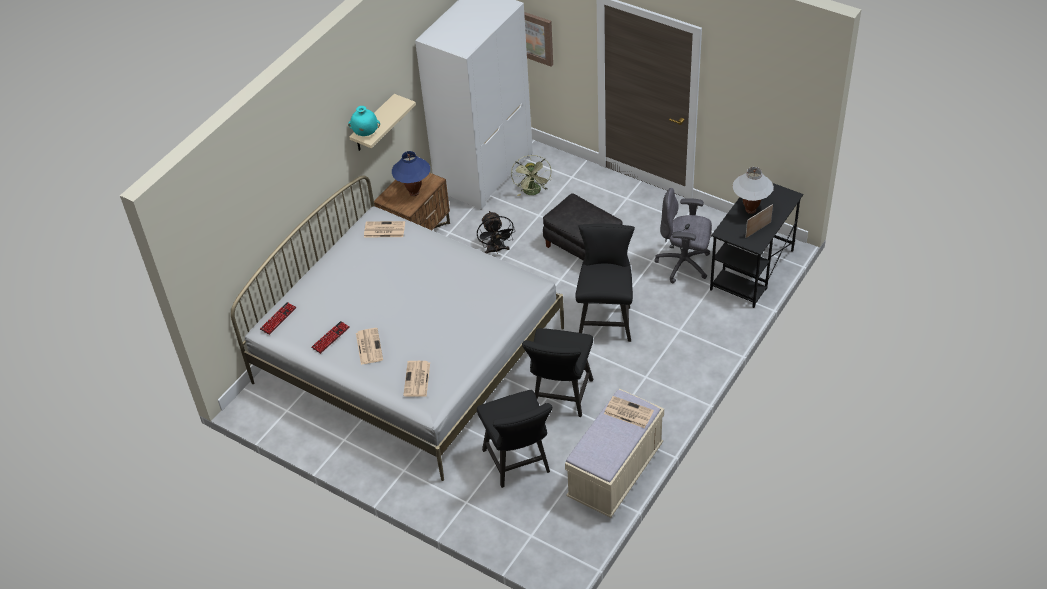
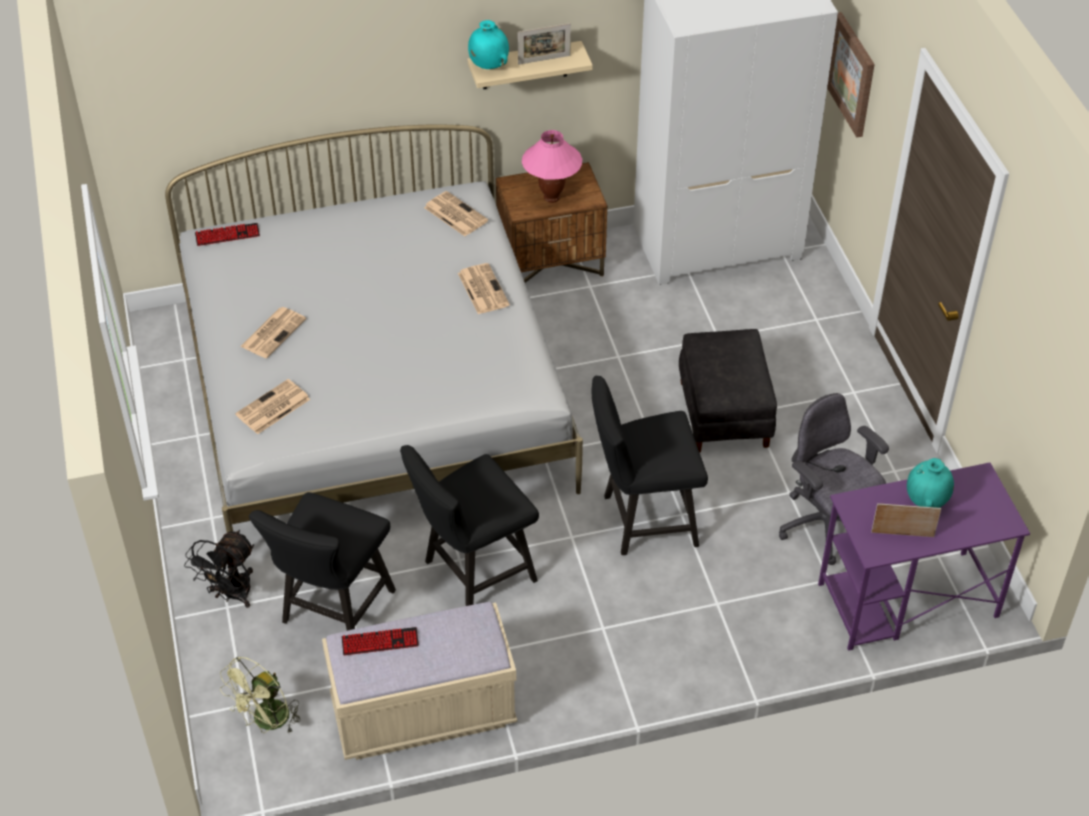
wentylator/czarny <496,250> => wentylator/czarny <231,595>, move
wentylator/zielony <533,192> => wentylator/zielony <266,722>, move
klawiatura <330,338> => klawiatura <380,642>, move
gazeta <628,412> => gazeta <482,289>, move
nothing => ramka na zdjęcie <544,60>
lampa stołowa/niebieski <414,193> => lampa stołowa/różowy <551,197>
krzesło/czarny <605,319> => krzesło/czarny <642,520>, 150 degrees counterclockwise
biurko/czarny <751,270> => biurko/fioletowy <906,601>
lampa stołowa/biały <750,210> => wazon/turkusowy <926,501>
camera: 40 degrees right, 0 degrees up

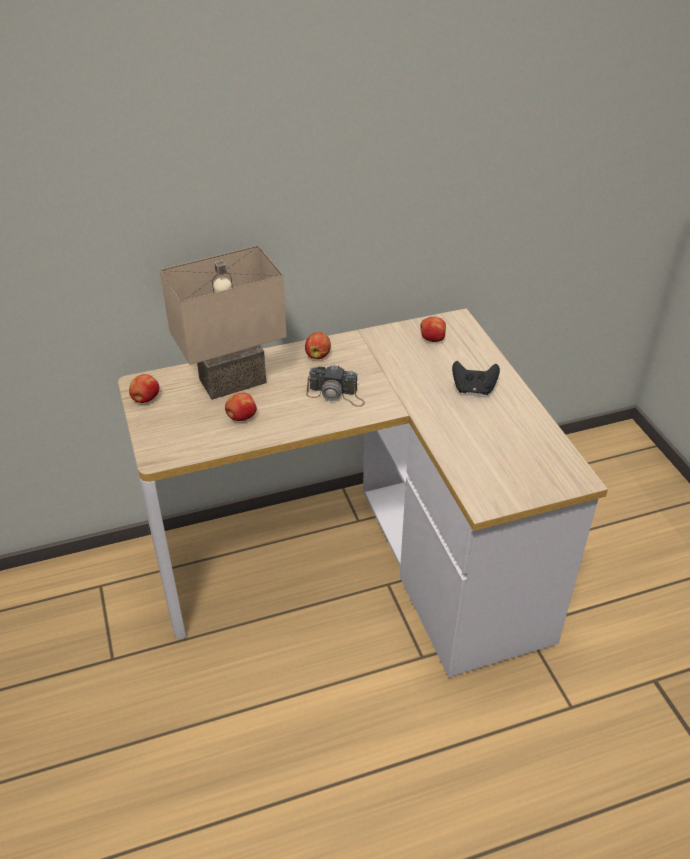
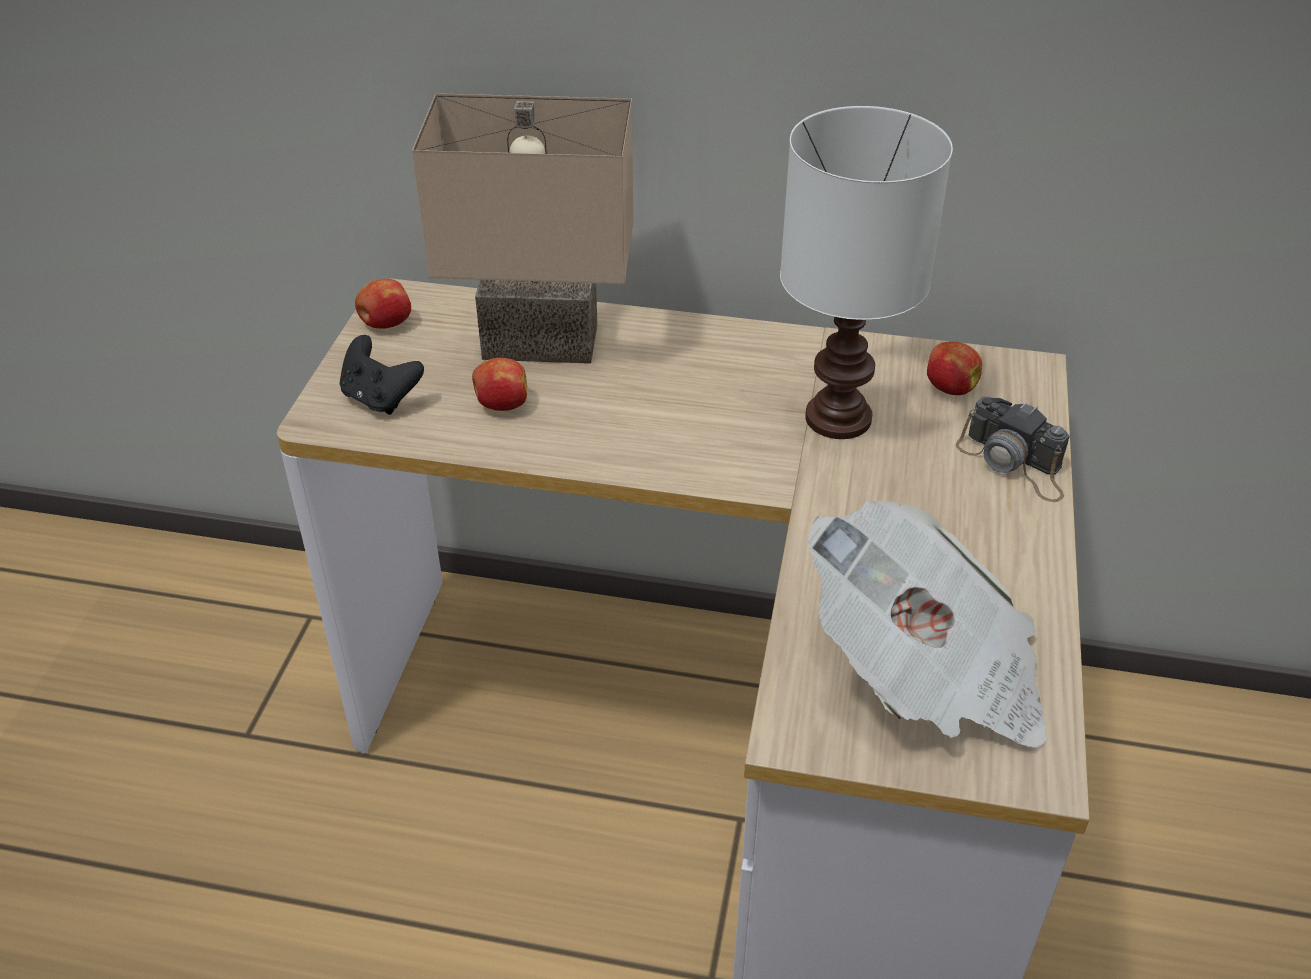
pad do gier/czarny <473,389> => pad do gier/czarny <380,398>, move
nothing => lampa stołowa/biały <836,417>
nothing => gazeta <926,672>
aparat fotograficzny <336,395> => aparat fotograficzny <1014,463>, move
jabłko <318,355> => nothing
camera: 30 degrees right, 0 degrees up

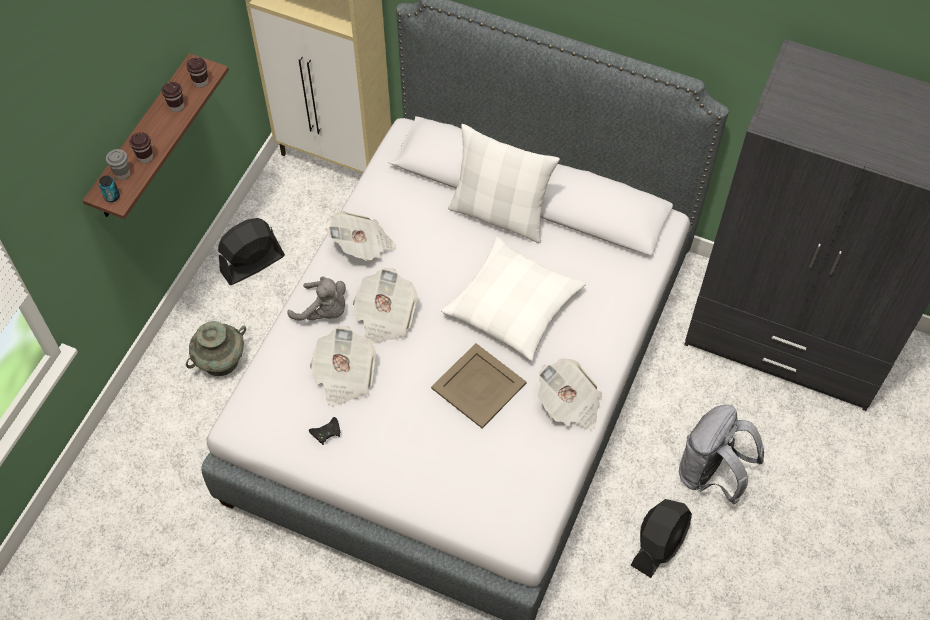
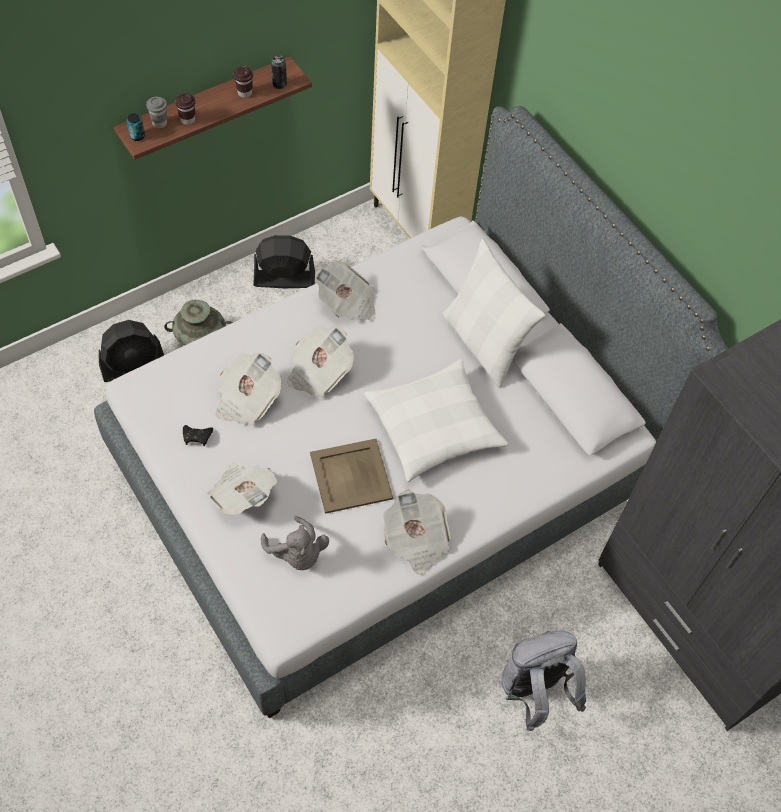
wentylator/czarny <659,544> => wentylator/czarny <133,365>, move
nothing => gazeta <243,495>
pluszak/szary <324,311> => pluszak/szary <297,554>, move
filiżanka/brązowy <201,82> => puszka <279,84>
camera: 30 degrees right, 0 degrees up

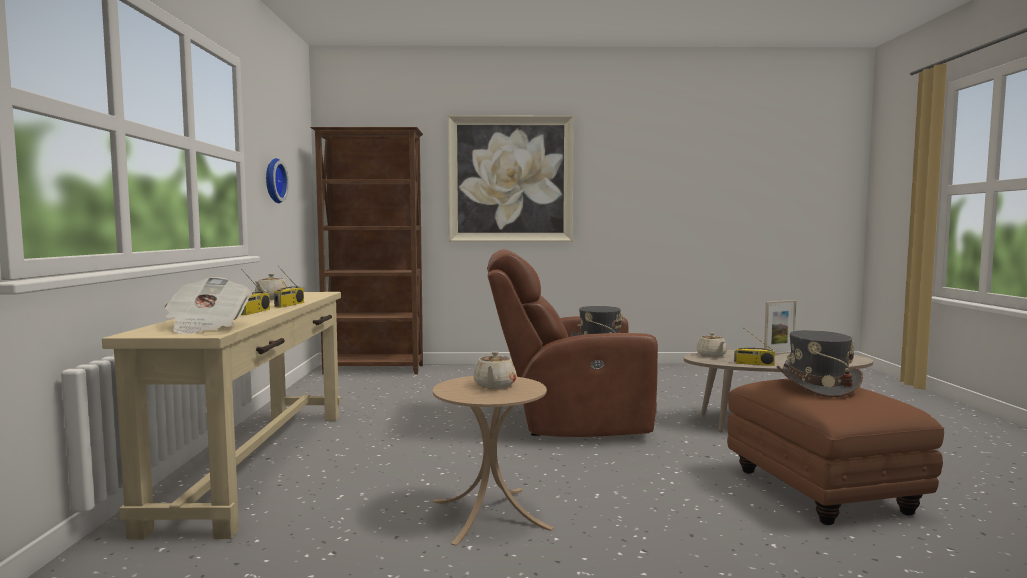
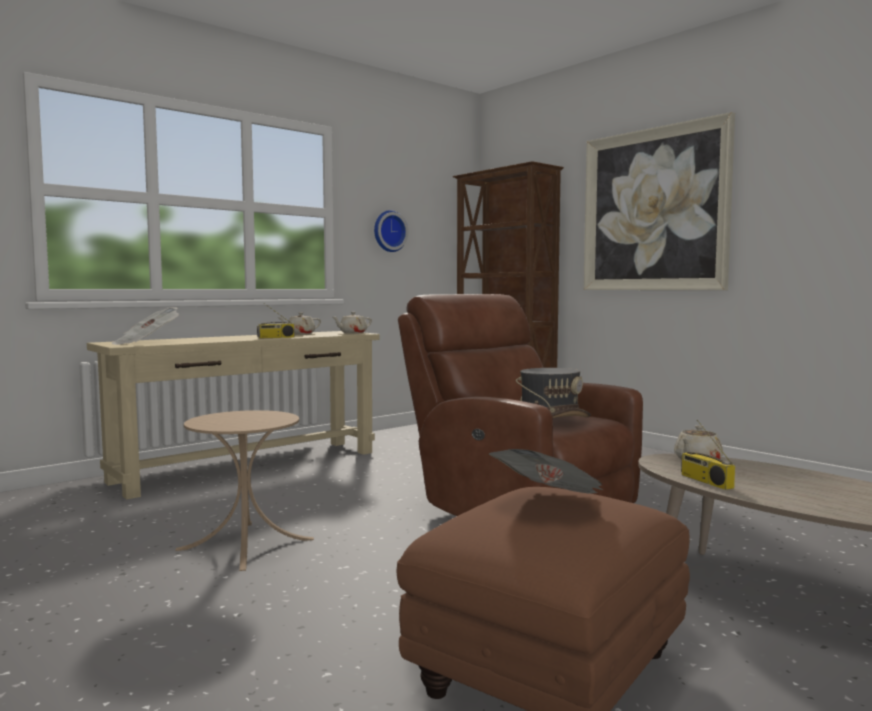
imbryk/beżowy <494,385> => imbryk/beżowy <352,333>, move
kapelusz/szary <817,386> => gazeta <550,504>
radio <254,312> => nothing
ramka na zdjęcie <779,354> => nothing
camera: 50 degrees right, 0 degrees up

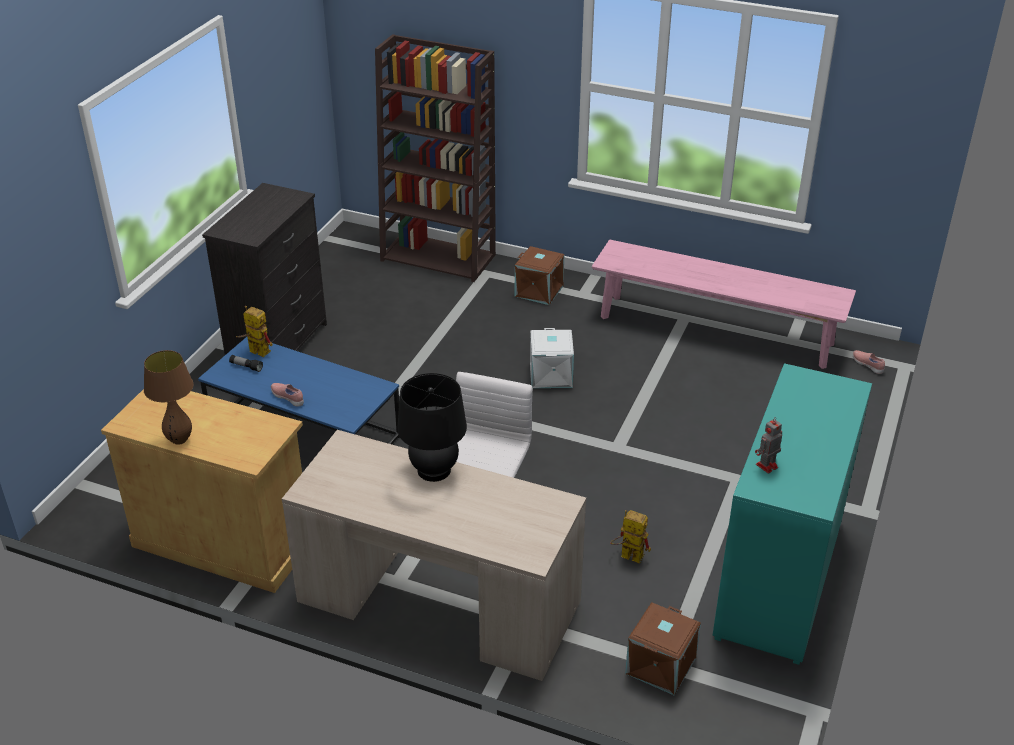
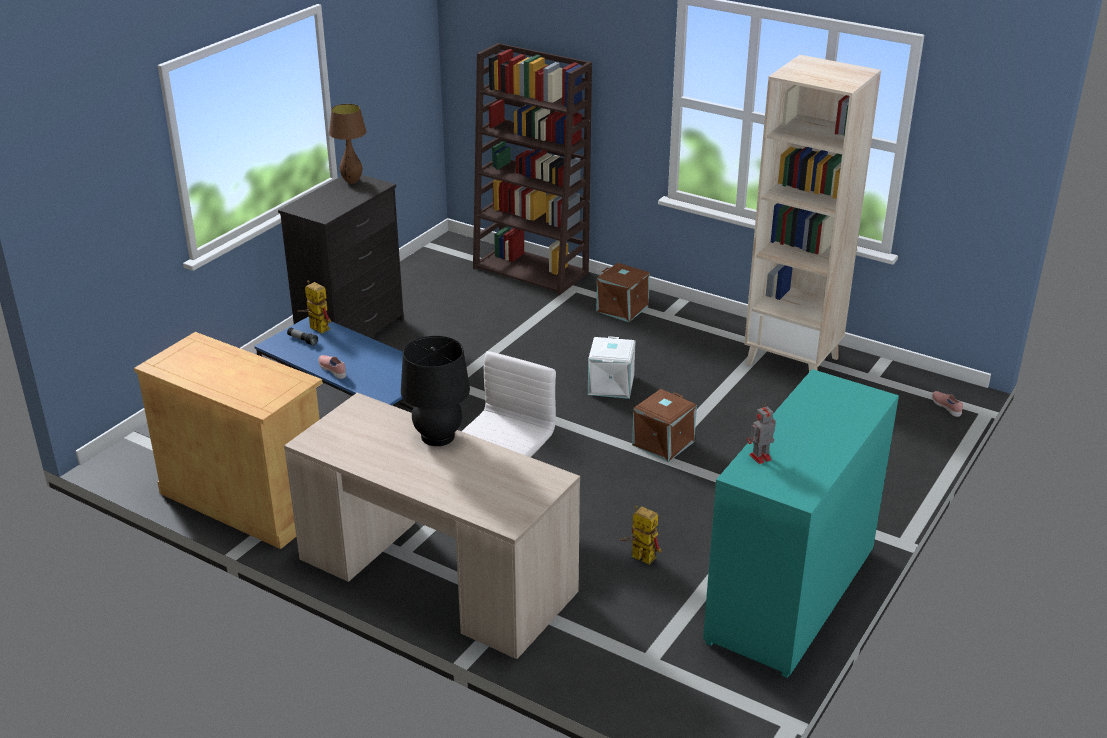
lampa stołowa/brązowy <179,440> => lampa stołowa/brązowy <352,181>, move
pojemnik do przechowywania/brązowy <661,666> => pojemnik do przechowywania/brązowy <663,444>, move
ławka/różowy <715,331> => regał/beżowy <793,361>
camera: 10 degrees right, 5 degrees down

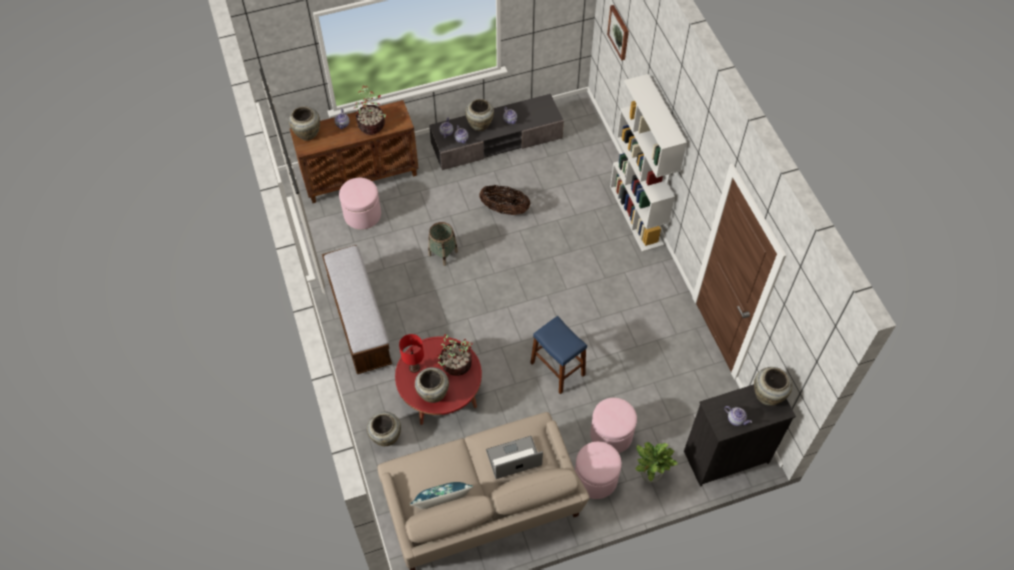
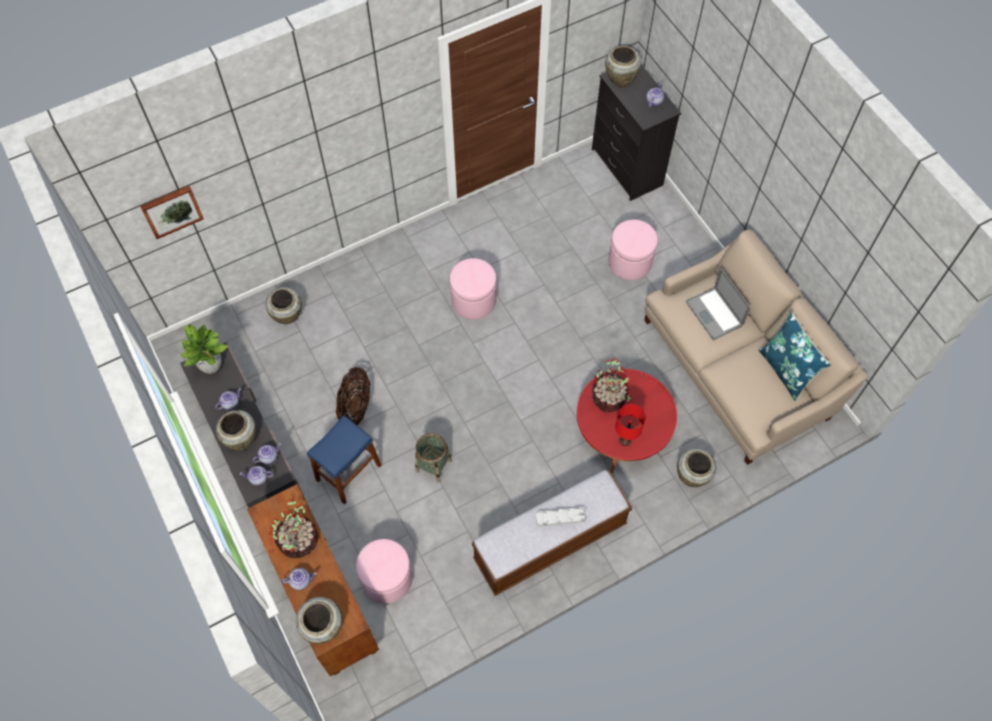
roślina doniczkowa <650,475> => roślina doniczkowa <212,366>, move
wazon/beżowy <432,393> => wazon/beżowy <287,316>, move
stołek/niebieski <557,369> => stołek/niebieski <348,472>, move
pufa/różowy <595,479> => pufa/różowy <473,300>, move
nothing => taca/szary <560,518>
regał/biały <637,216> => nothing
camera: 100 degrees left, 5 degrees up

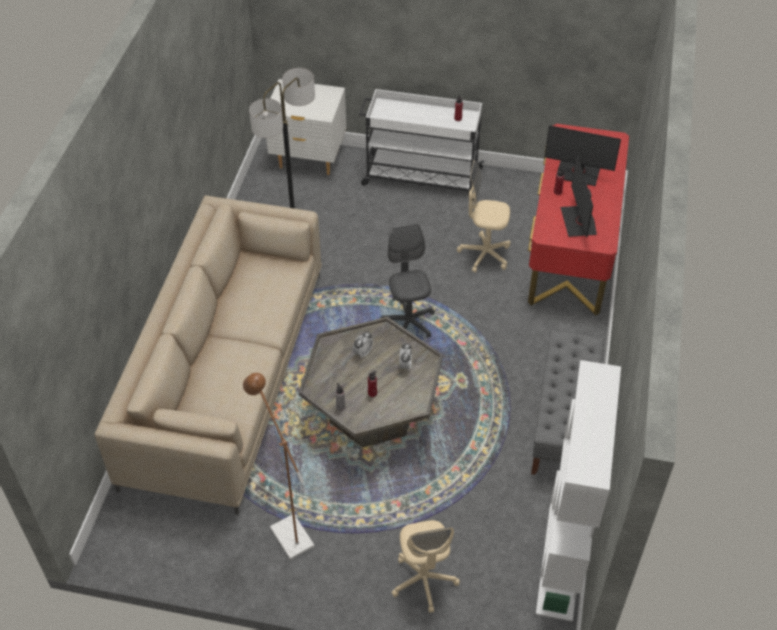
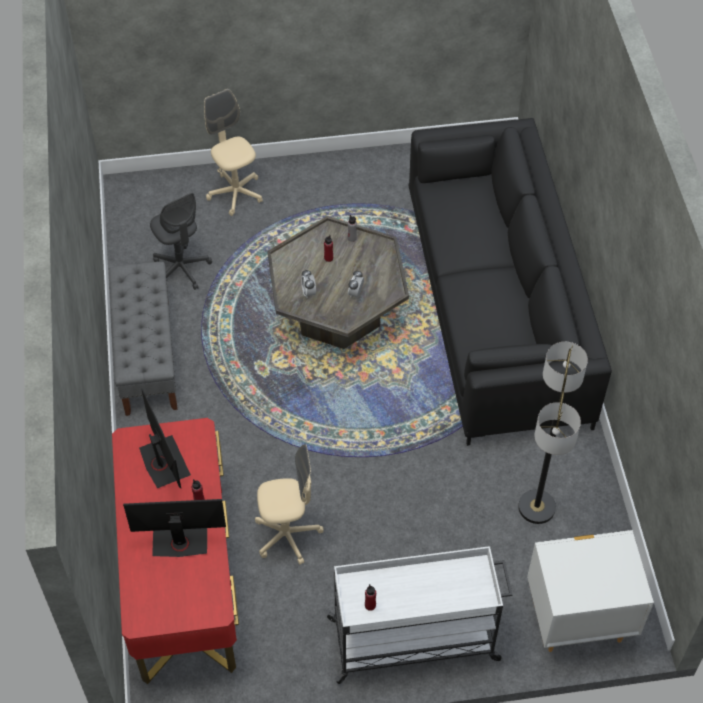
krzesło biurowe/szary <408,323> => krzesło biurowe/szary <181,269>, move
kanapa/beżowy <226,375> => kanapa/czarny <496,306>
lampa stojąca/brązowy <287,530> => nothing
regał/biały <561,560> => nothing
camera: 160 degrees right, 5 degrees up

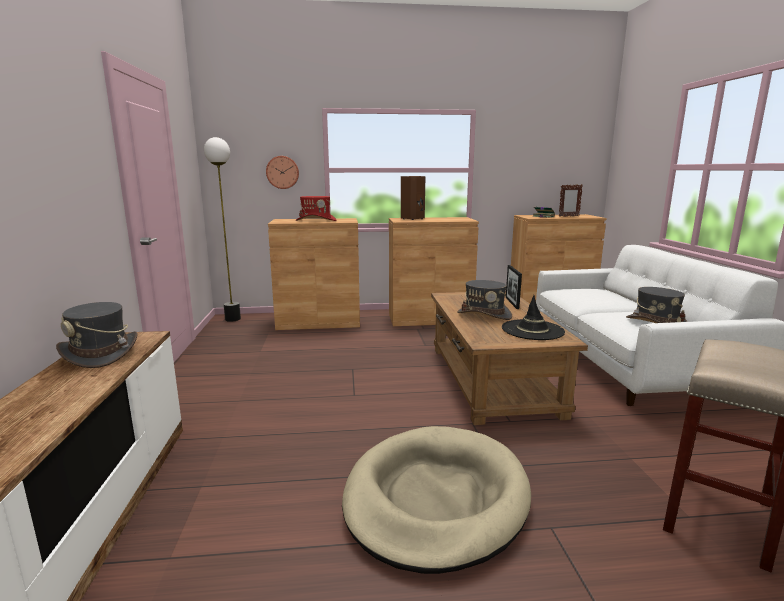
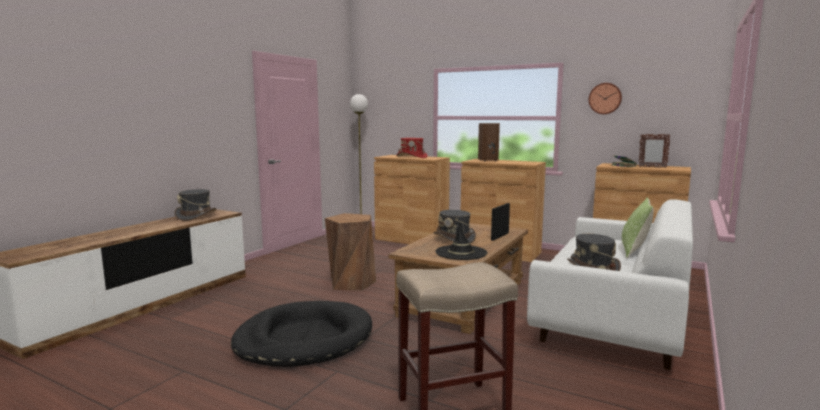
legowisko/beżowy <436,499> => legowisko/czarny <304,339>
nothing => stołek/brązowy <351,283>
zegar ścienny <282,172> => zegar ścienny <605,98>, move
nothing => poduszka <634,251>
camera: 35 degrees right, 5 degrees down

